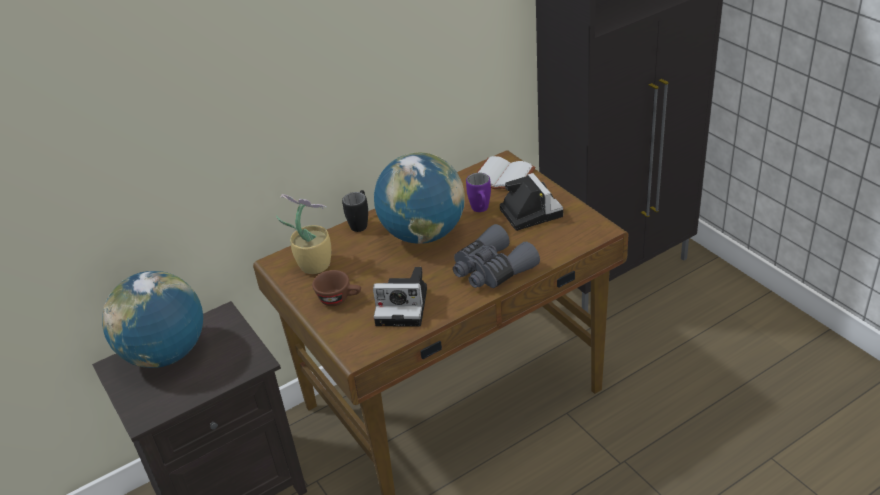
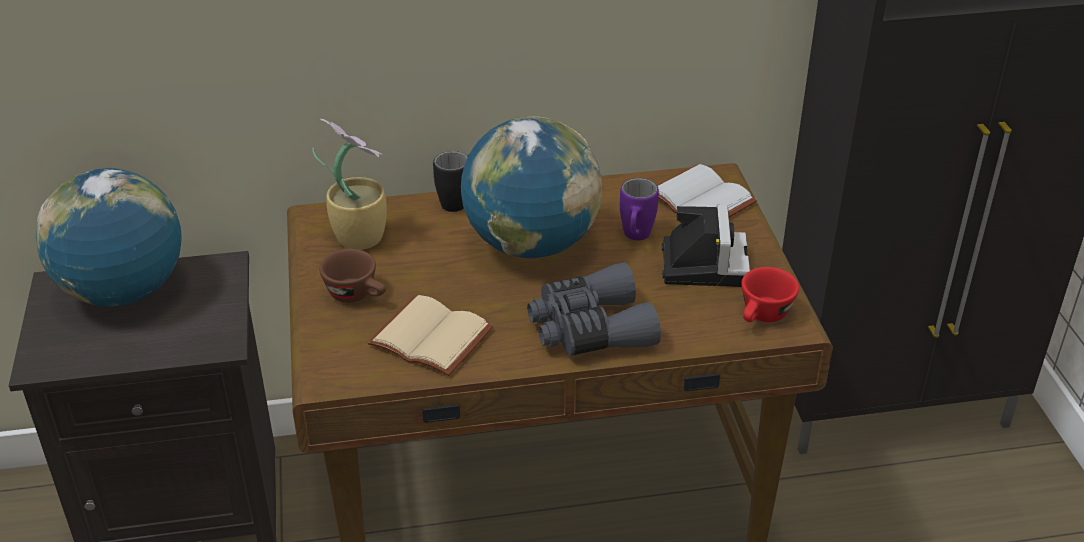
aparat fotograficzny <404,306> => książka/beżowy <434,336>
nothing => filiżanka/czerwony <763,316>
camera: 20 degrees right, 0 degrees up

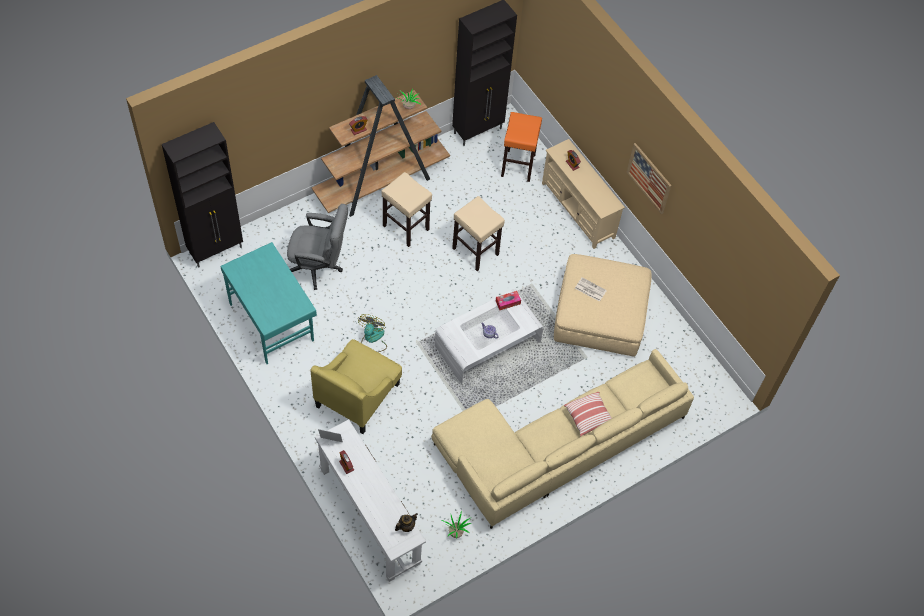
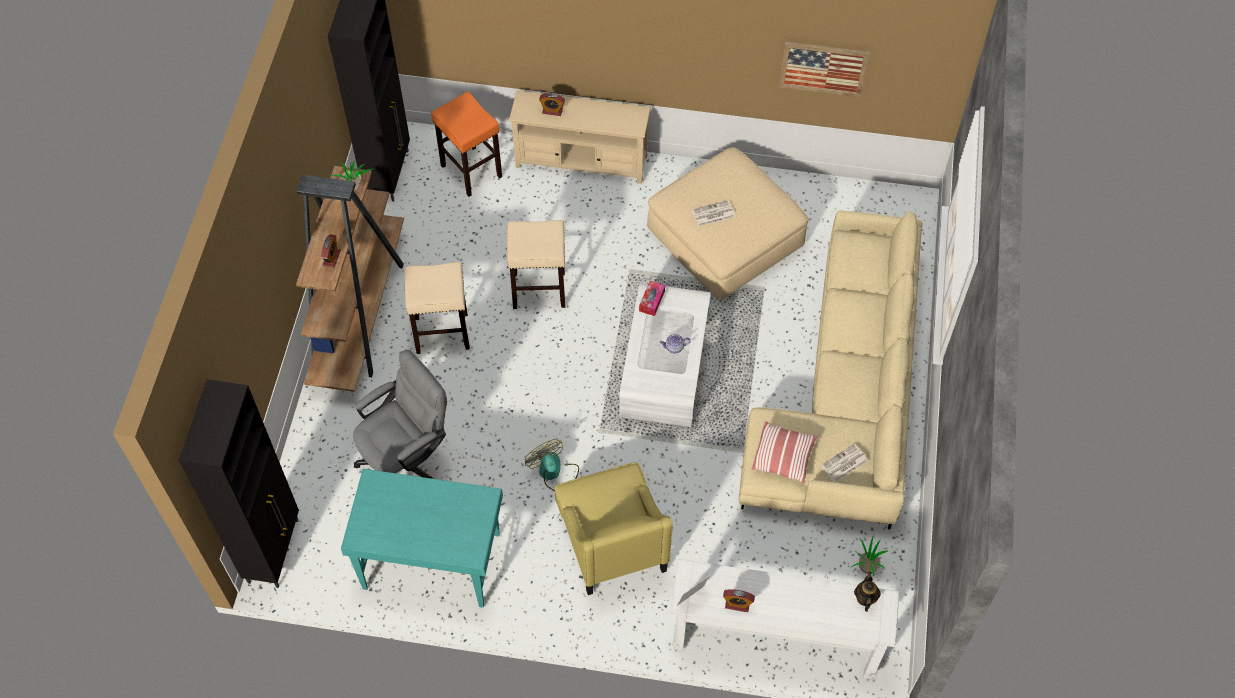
poduszka <589,417> => poduszka <783,457>, move
obraz <649,178> => obraz <823,68>, move
nothing => gazeta <844,464>
camera: 45 degrees left, 0 degrees up

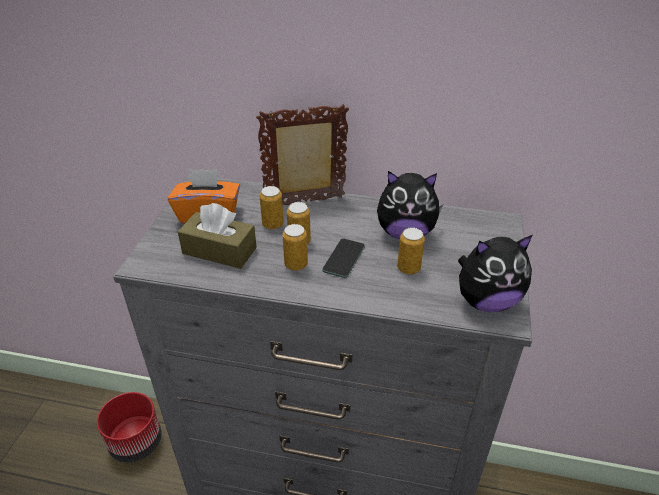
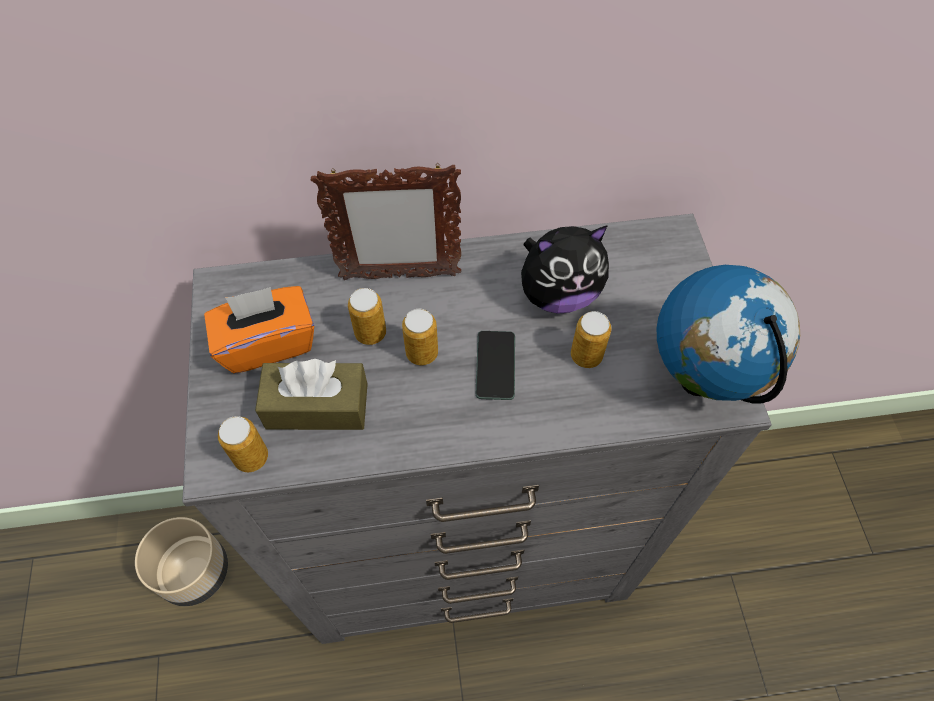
donica/czerwony <136,442> => donica/beżowy <195,571>
puszka <296,264> => puszka <251,457>, move
ramka na zdjęcie <306,202> => ramka na zdjęcie <399,276>, 150 degrees counterclockwise
pluszak <486,301> => globus <700,380>
camera: 20 degrees left, 20 degrees up

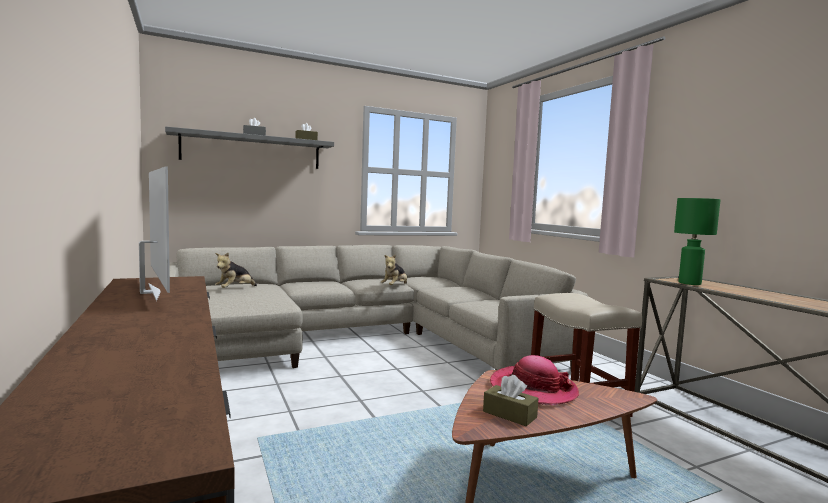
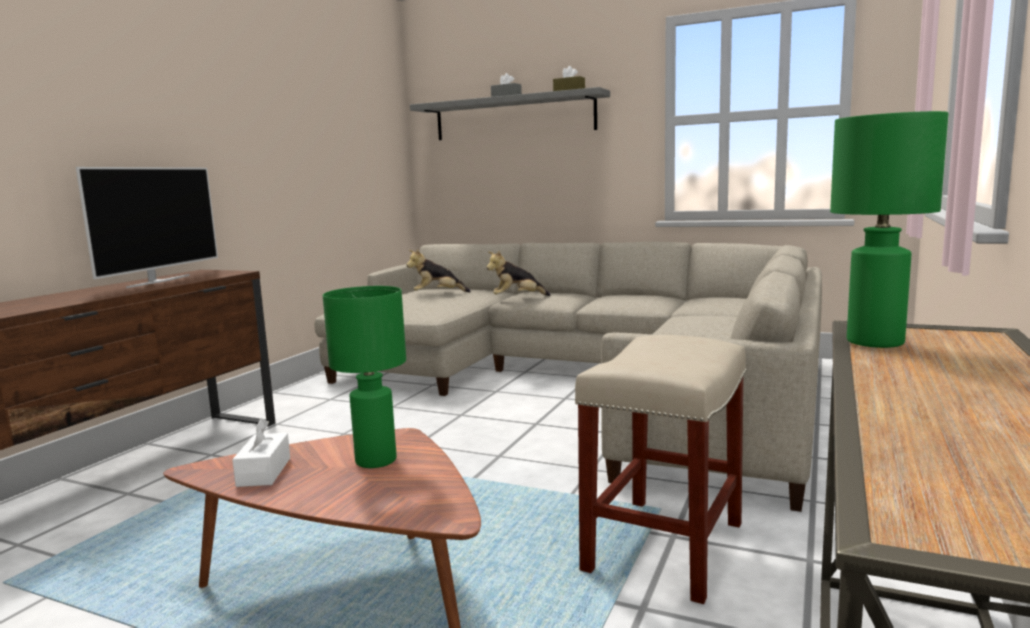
pudełko chusteczek/brązowy <509,414> => pudełko chusteczek/biały <264,472>
kapelusz <533,389> => lampa stołowa/zielony <375,460>
pluszak <395,287> => pluszak <517,298>, move
camera: 50 degrees right, 5 degrees up

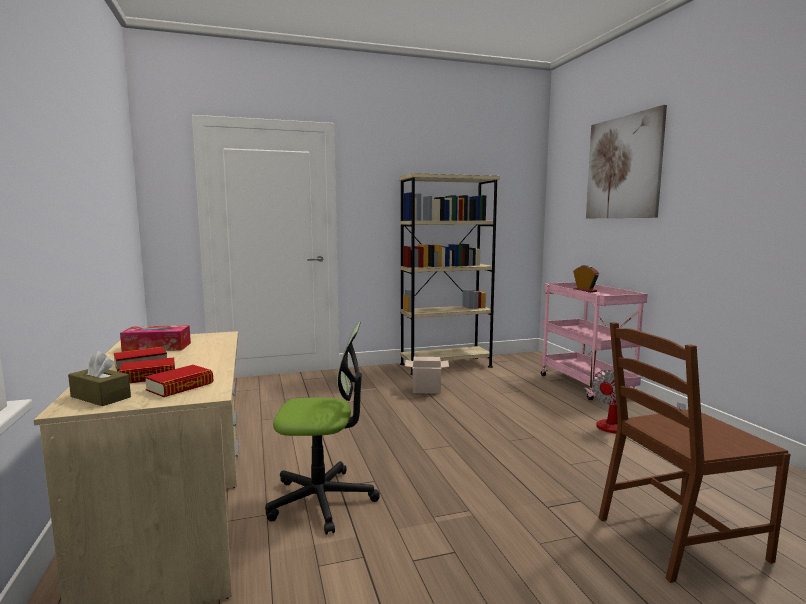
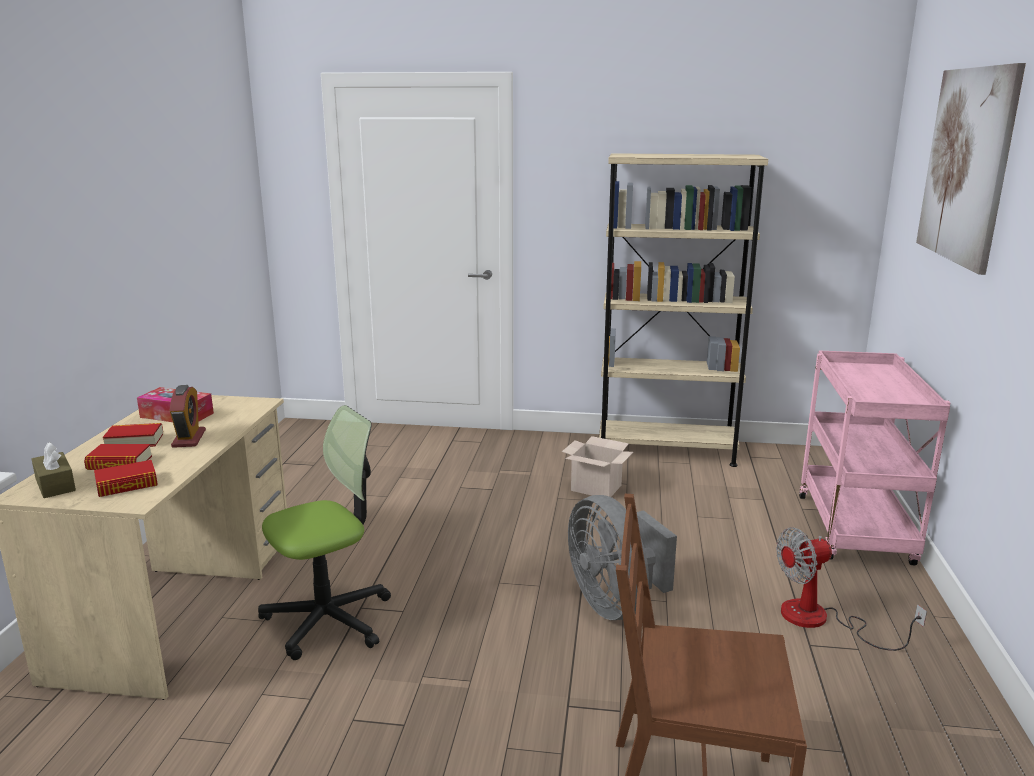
budzik <584,291> => budzik <189,439>, move
krzesło biurowe <322,500> => krzesło biurowe <328,619>, 60 degrees counterclockwise
nothing => wentylator/szary <615,603>
camera: 25 degrees right, 10 degrees up

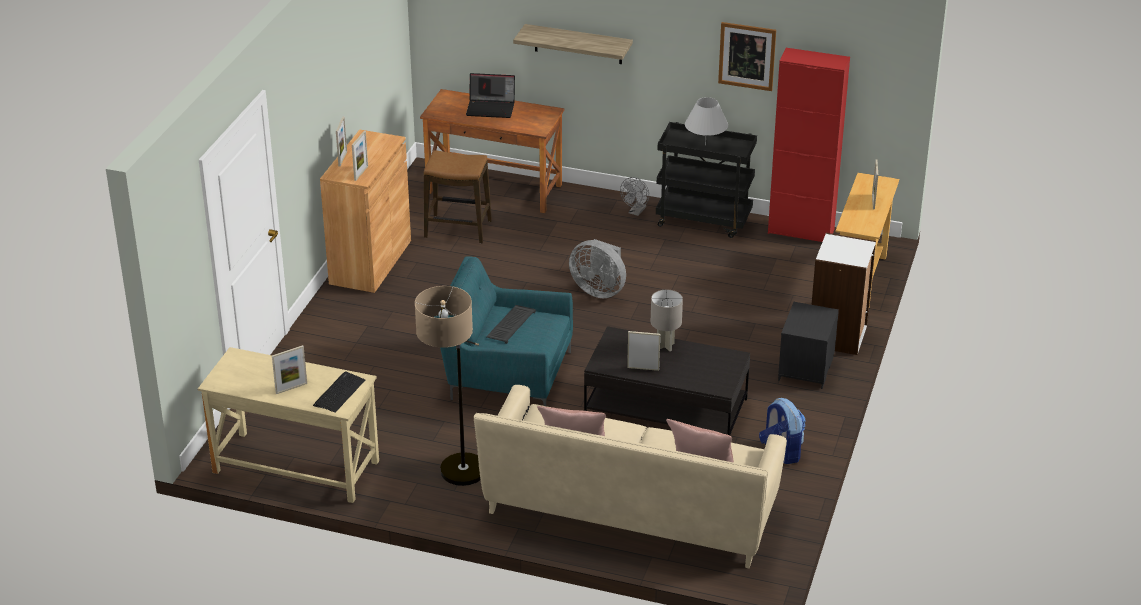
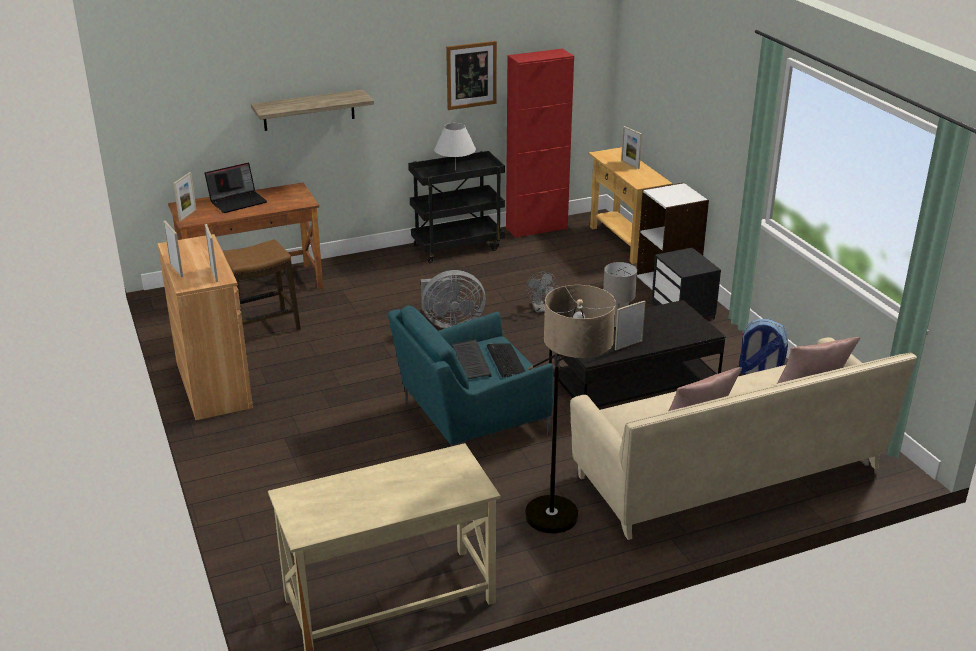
ramka na zdjęcie <291,388> => ramka na zdjęcie <187,215>, move
klawiatura <339,393> => klawiatura <505,360>, move
wentylator/szary <636,212> => wentylator/szary <540,309>, move
camera: 40 degrees left, 5 degrees down

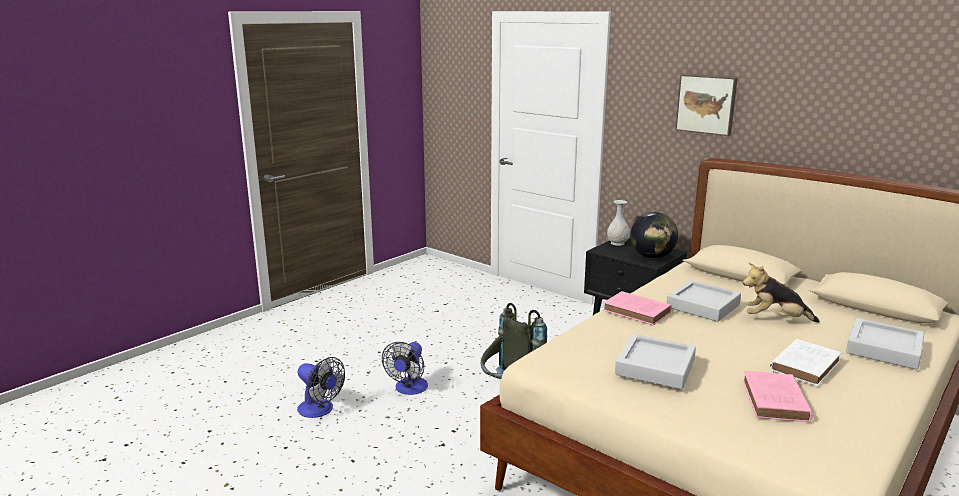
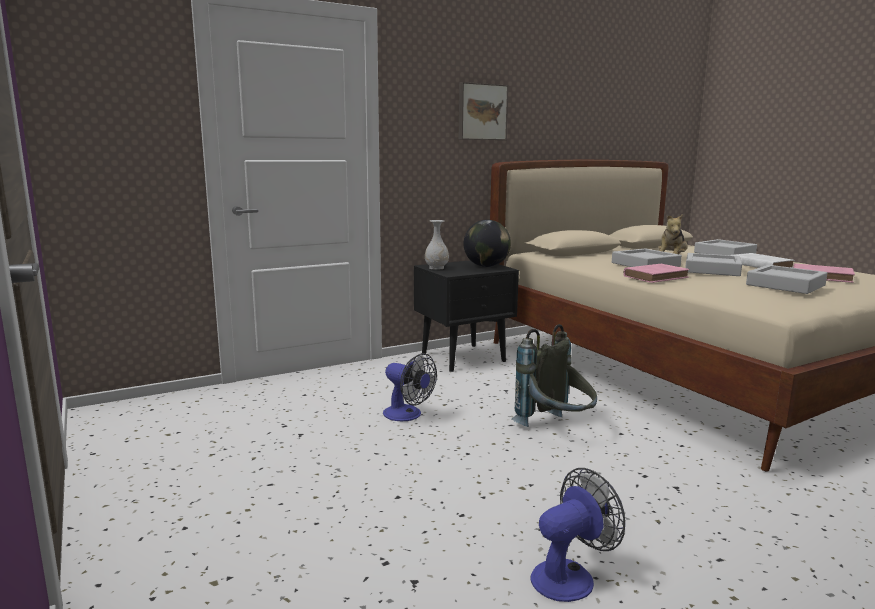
wentylator <409,389> => wentylator <407,415>, move
nothing => taca/szary <712,270>
camera: 70 degrees left, 5 degrees down

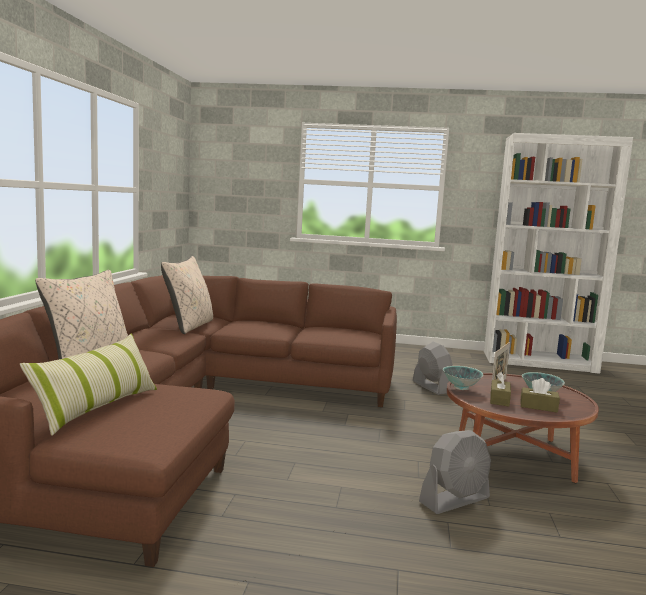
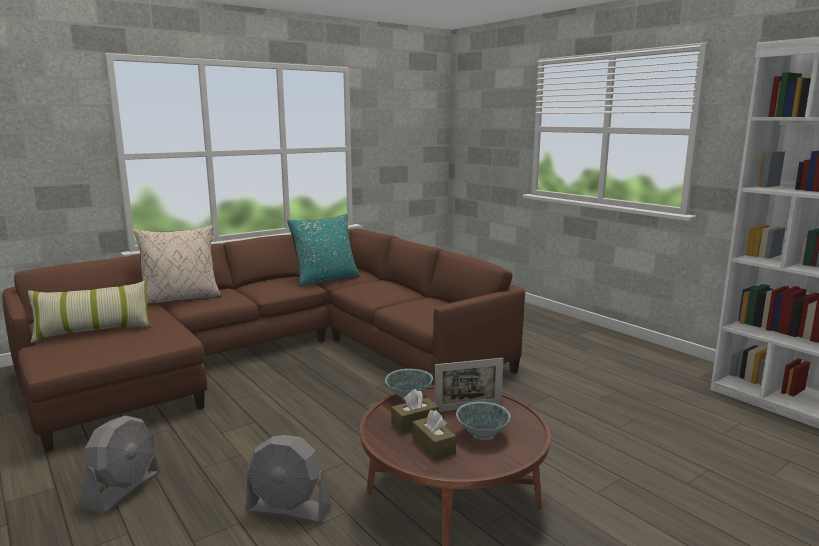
wentylator/szary <431,387> => wentylator/szary <124,489>, move
poduszka/beżowy <189,326> => poduszka/turkusowy <326,279>
camera: 45 degrees right, 5 degrees up

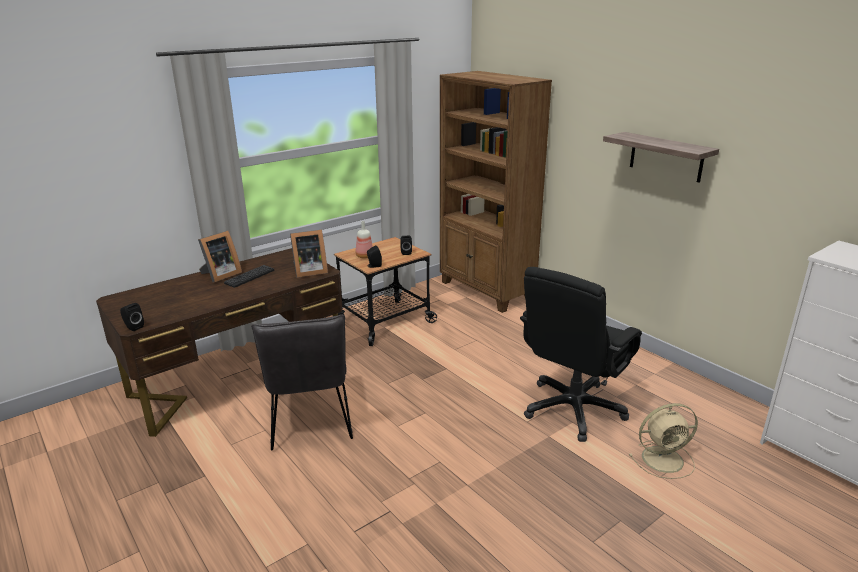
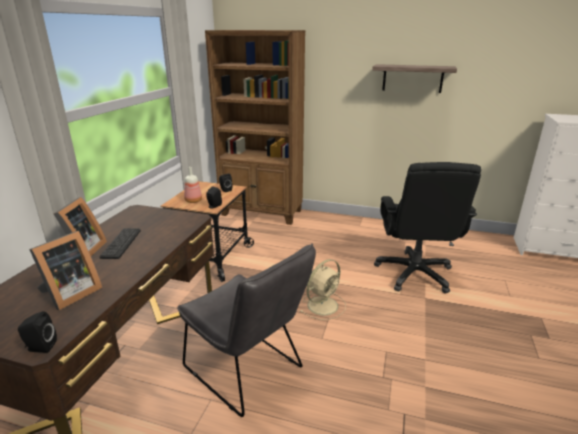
ramka na zdjęcie <308,271> => ramka na zdjęcie <70,294>, move
wentylator/beżowy <664,459> => wentylator/beżowy <323,305>, move
camera: 35 degrees left, 0 degrees up

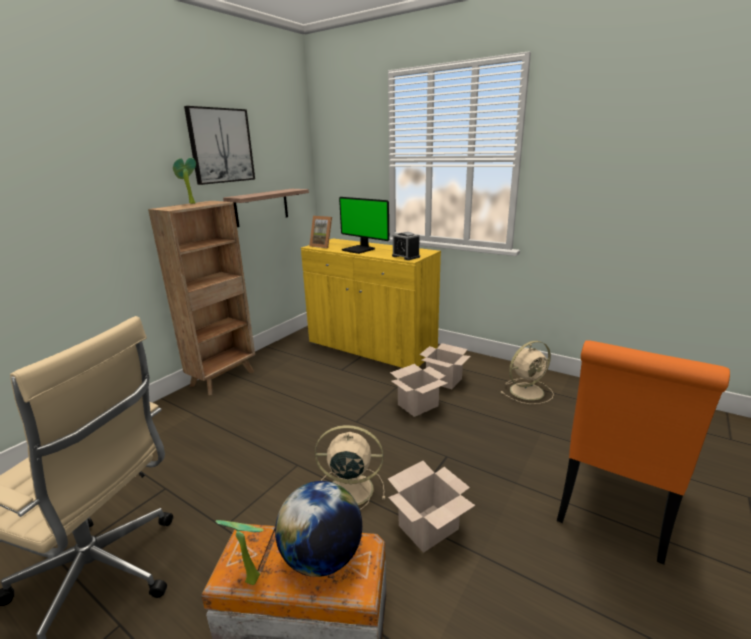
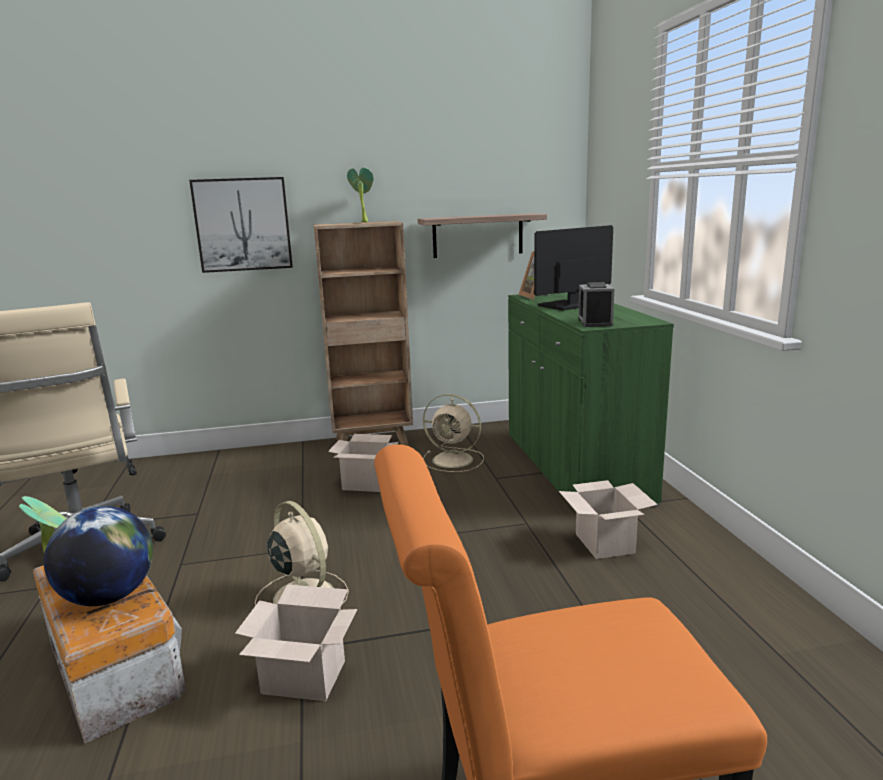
obraz <221,146> => obraz <243,224>, move
karton <418,404> => karton <368,483>, move
wentylator/beżowy <528,391> => wentylator/beżowy <454,460>, move
szafka/żółty <371,348> => szafka/zielony <574,467>
monitor <359,249> => monitor <564,306>, 60 degrees clockwise
camera: 45 degrees right, 5 degrees down

